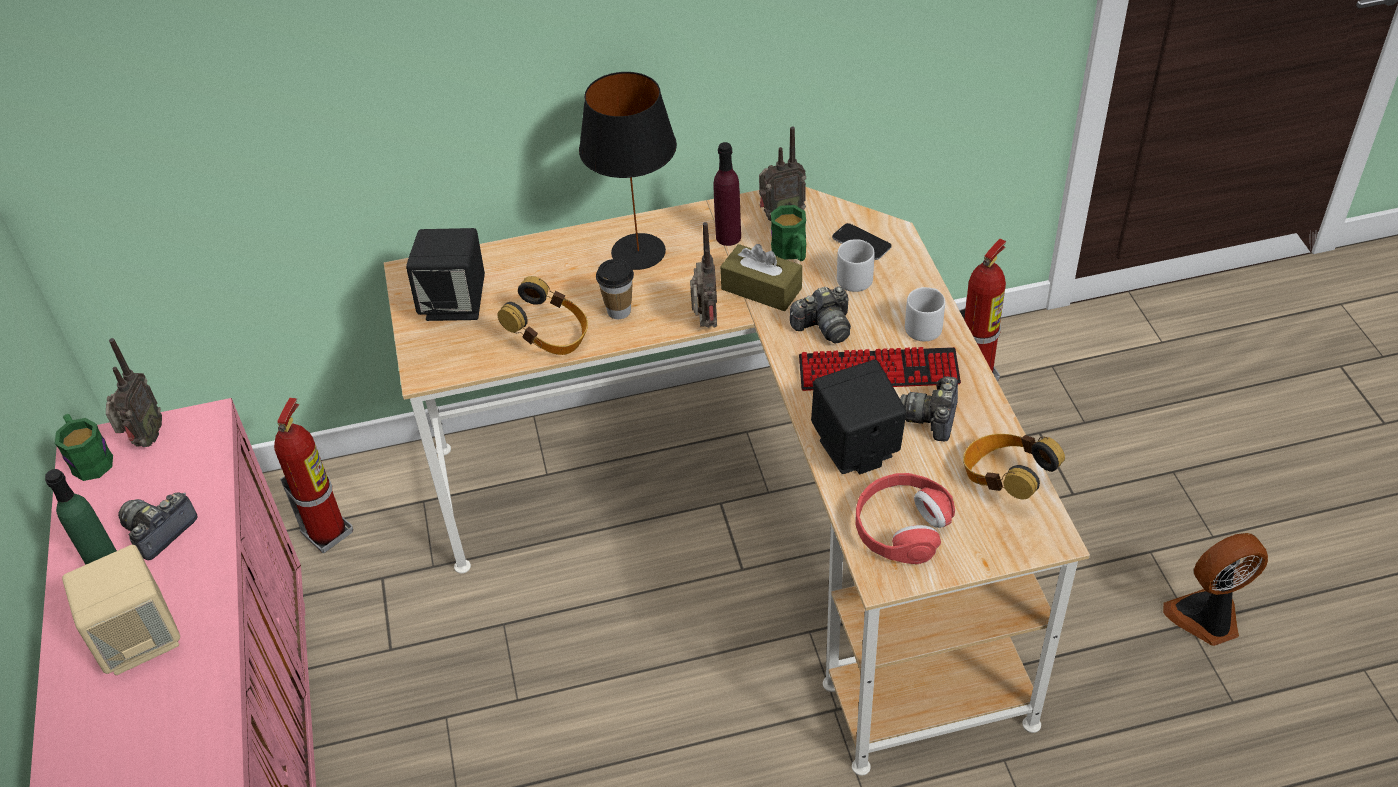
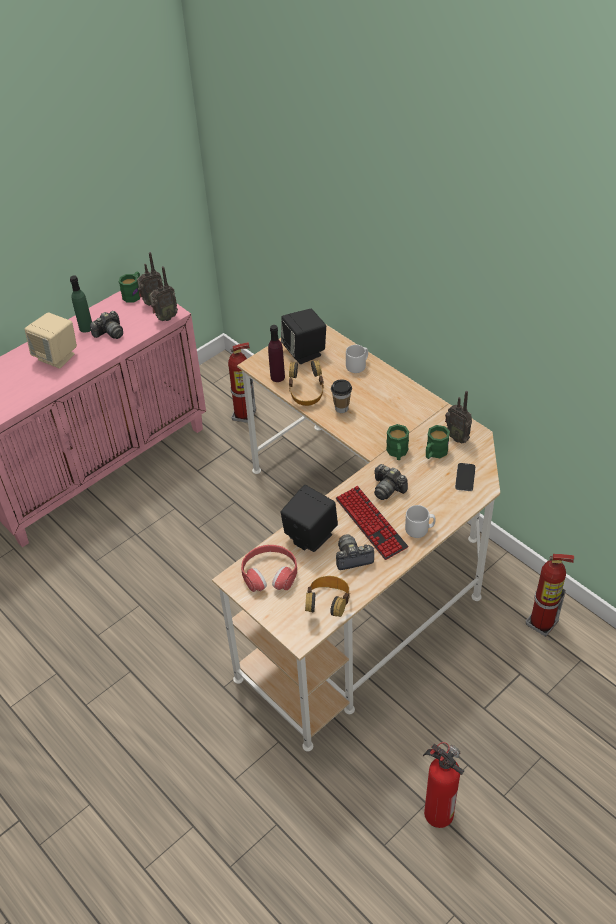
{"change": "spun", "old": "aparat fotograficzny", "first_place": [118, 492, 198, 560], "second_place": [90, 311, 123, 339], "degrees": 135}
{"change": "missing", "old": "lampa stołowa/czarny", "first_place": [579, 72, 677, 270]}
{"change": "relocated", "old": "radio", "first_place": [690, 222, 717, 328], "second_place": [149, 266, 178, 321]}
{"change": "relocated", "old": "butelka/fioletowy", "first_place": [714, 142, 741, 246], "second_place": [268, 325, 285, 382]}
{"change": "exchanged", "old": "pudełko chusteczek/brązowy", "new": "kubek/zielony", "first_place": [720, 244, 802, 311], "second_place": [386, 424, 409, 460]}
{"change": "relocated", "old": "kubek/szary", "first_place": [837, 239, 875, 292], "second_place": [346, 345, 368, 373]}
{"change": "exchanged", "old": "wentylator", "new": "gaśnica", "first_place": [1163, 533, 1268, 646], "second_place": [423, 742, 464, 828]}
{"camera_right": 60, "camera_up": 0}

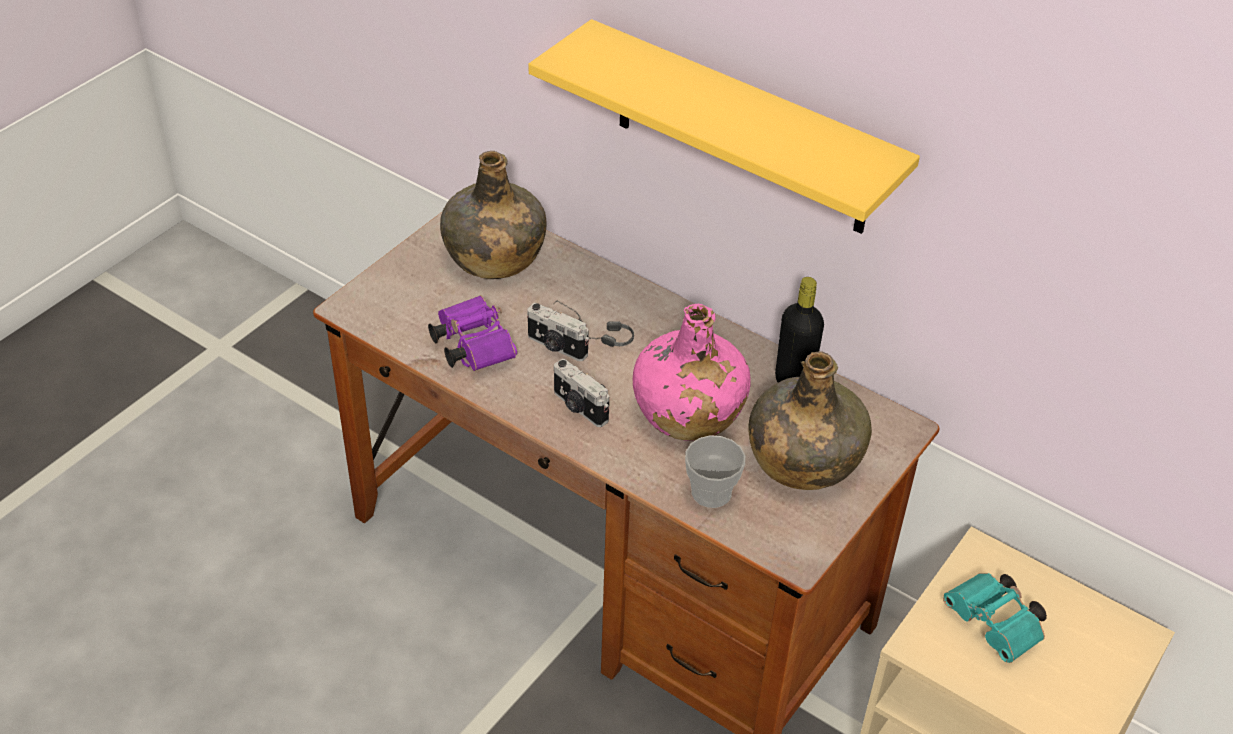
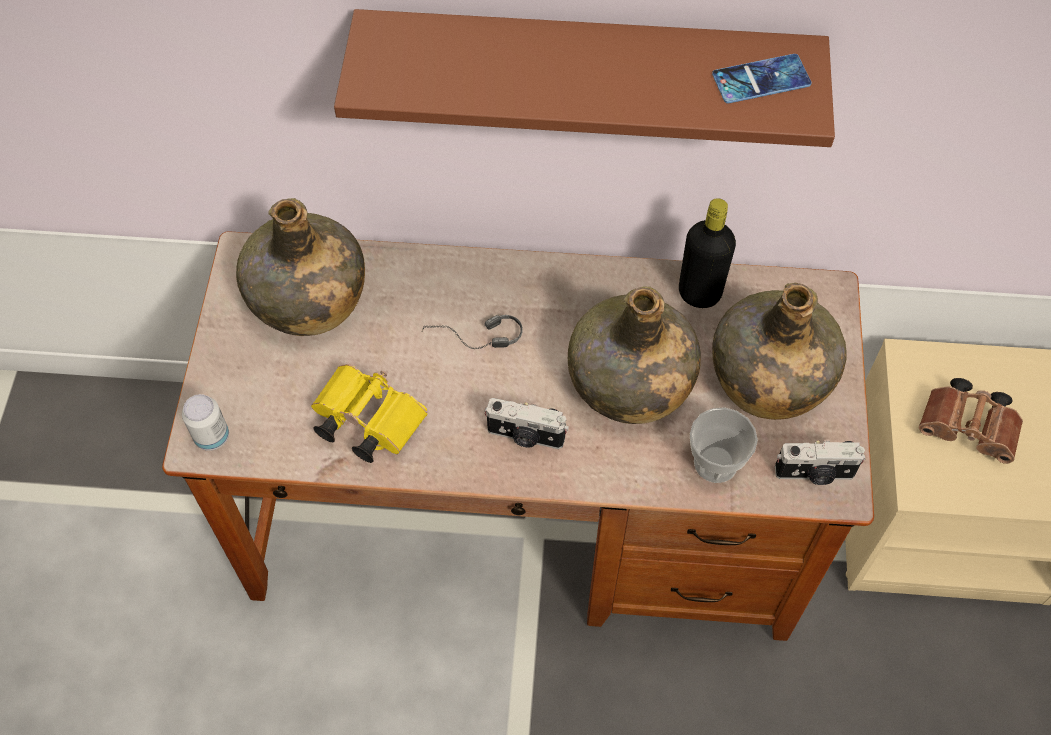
{"change": "colour", "old": "lornetka/fioletowy", "new": "lornetka/żółty", "first_place": [428, 295, 517, 371], "second_place": [311, 364, 427, 463]}
{"change": "relocated", "old": "aparat fotograficzny", "first_place": [527, 303, 589, 361], "second_place": [775, 440, 865, 485]}
{"change": "colour", "old": "półka/żółty", "new": "półka/brązowy", "first_place": [529, 19, 920, 234], "second_place": [334, 9, 835, 147]}
{"change": "colour", "old": "butelka/różowy", "new": "butelka/zielony", "first_place": [633, 304, 751, 441], "second_place": [568, 286, 701, 424]}
{"change": "colour", "old": "lornetka/turkusowy", "new": "lornetka/brązowy", "first_place": [943, 573, 1047, 663], "second_place": [919, 378, 1023, 464]}
{"change": "appeared", "new": "puszka", "second_place": [182, 394, 229, 451]}
{"change": "appeared", "new": "telefon", "second_place": [712, 54, 812, 103]}
{"camera_right": -30, "camera_up": 15}

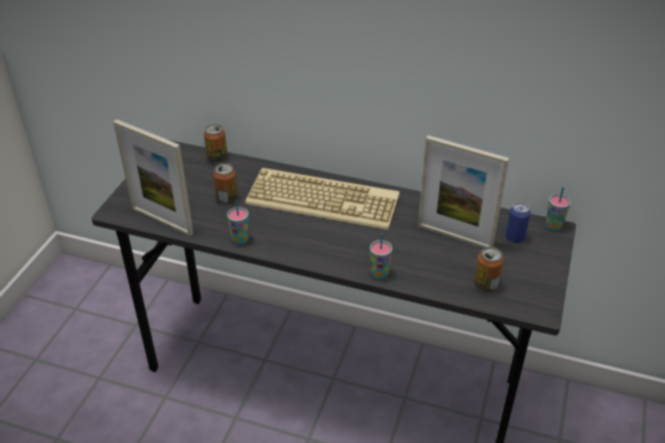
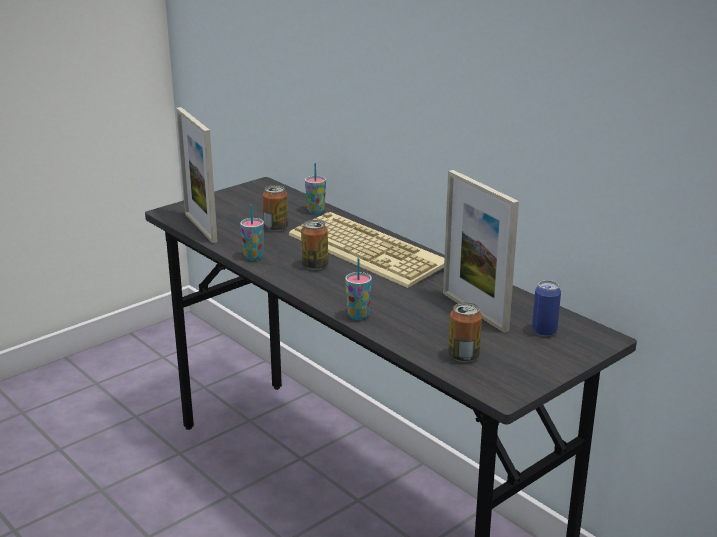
{"change": "relocated", "old": "puszka", "first_place": [204, 124, 228, 163], "second_place": [301, 220, 328, 270]}
{"change": "relocated", "old": "filiżanka", "first_place": [546, 187, 571, 231], "second_place": [305, 163, 326, 214]}
{"camera_right": 30, "camera_up": -15}

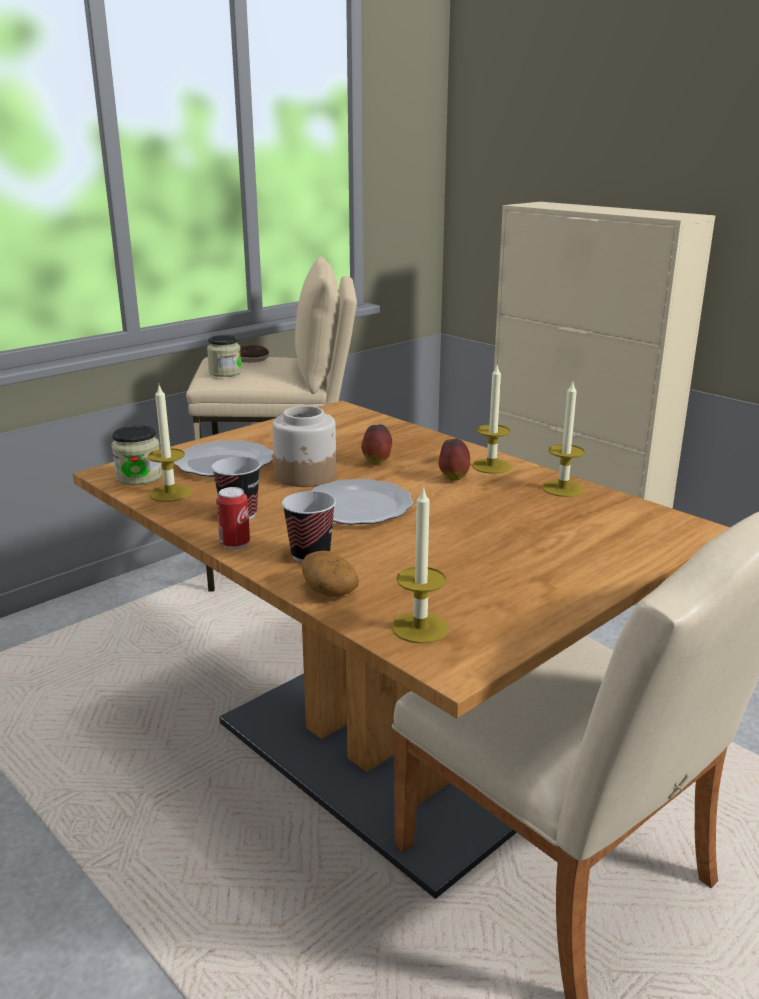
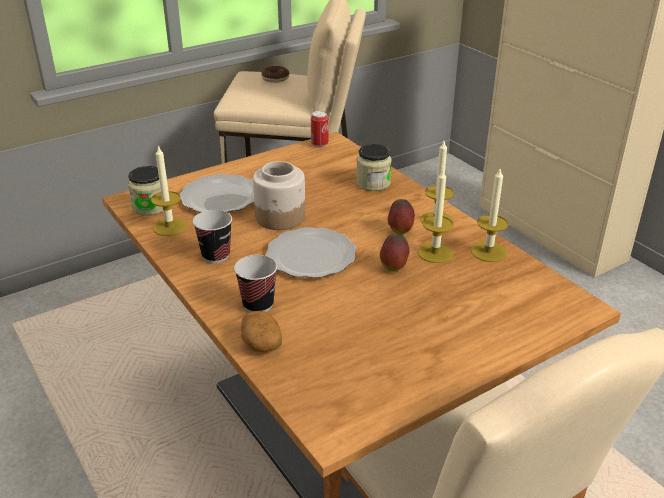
{"change": "relocated", "old": "słoik", "first_place": [207, 335, 242, 377], "second_place": [356, 144, 392, 191]}
{"change": "relocated", "old": "puszka", "first_place": [216, 487, 250, 549], "second_place": [311, 111, 329, 148]}
{"change": "relocated", "old": "jabłko", "first_place": [361, 424, 392, 465], "second_place": [380, 234, 409, 272]}
{"change": "relocated", "old": "świeca", "first_place": [392, 485, 449, 644], "second_place": [418, 170, 454, 263]}
{"camera_right": 10, "camera_up": 10}

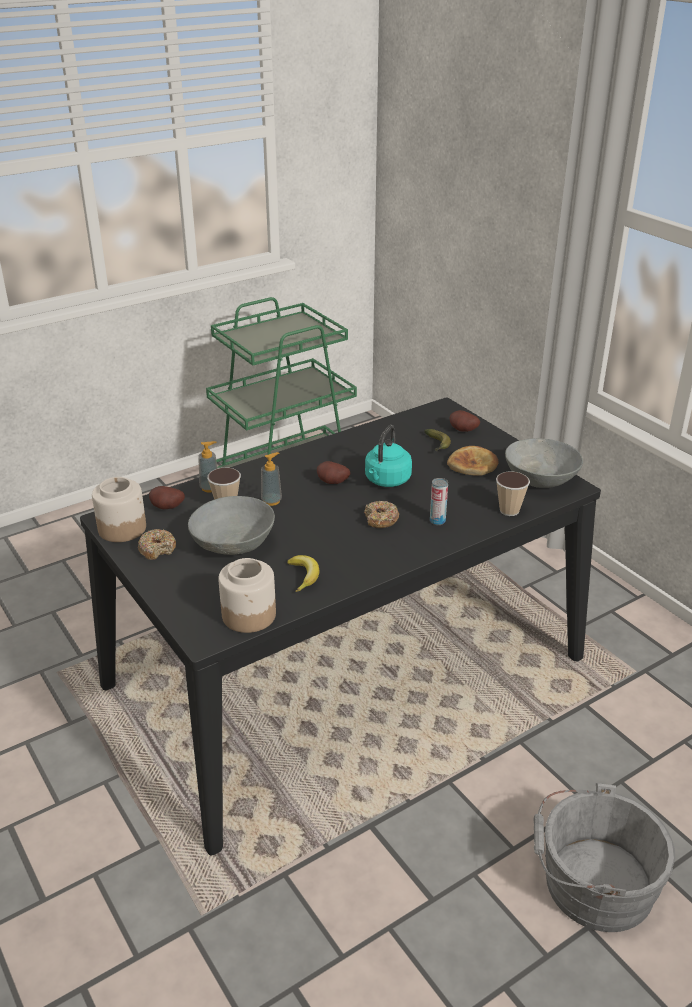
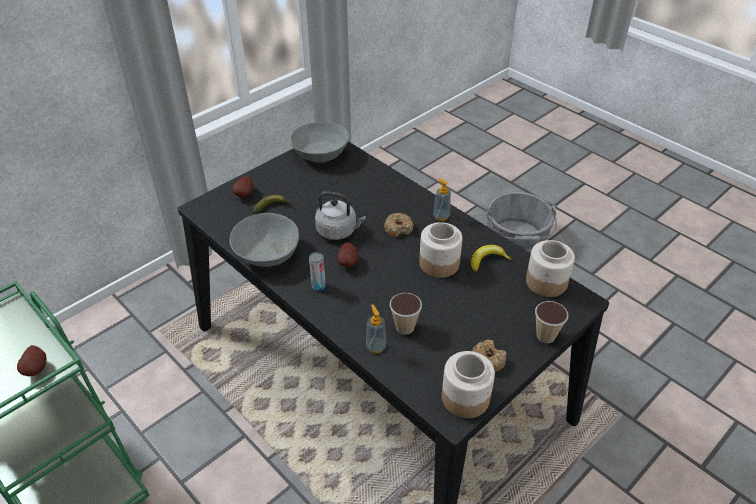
{"change": "relocated", "old": "ziemniak", "first_place": [149, 486, 185, 509], "second_place": [17, 345, 47, 376]}
{"change": "relocated", "old": "miska/szary", "first_place": [188, 496, 275, 555], "second_place": [229, 213, 299, 267]}
{"change": "relocated", "old": "dozownik mydła", "first_place": [261, 452, 282, 506], "second_place": [433, 178, 451, 221]}
{"change": "colour", "old": "czajnik/turkusowy", "new": "czajnik/szary", "first_place": [365, 425, 412, 487], "second_place": [315, 191, 366, 240]}
{"change": "relocated", "old": "puszka", "first_place": [430, 478, 448, 525], "second_place": [309, 252, 326, 291]}
{"change": "missing", "old": "chleb", "first_place": [447, 446, 498, 476]}
{"change": "relocated", "old": "filiżanka", "first_place": [496, 472, 530, 516], "second_place": [535, 301, 568, 343]}
{"change": "appeared", "new": "słoik", "second_place": [419, 222, 462, 278]}
{"camera_right": -100, "camera_up": 10}

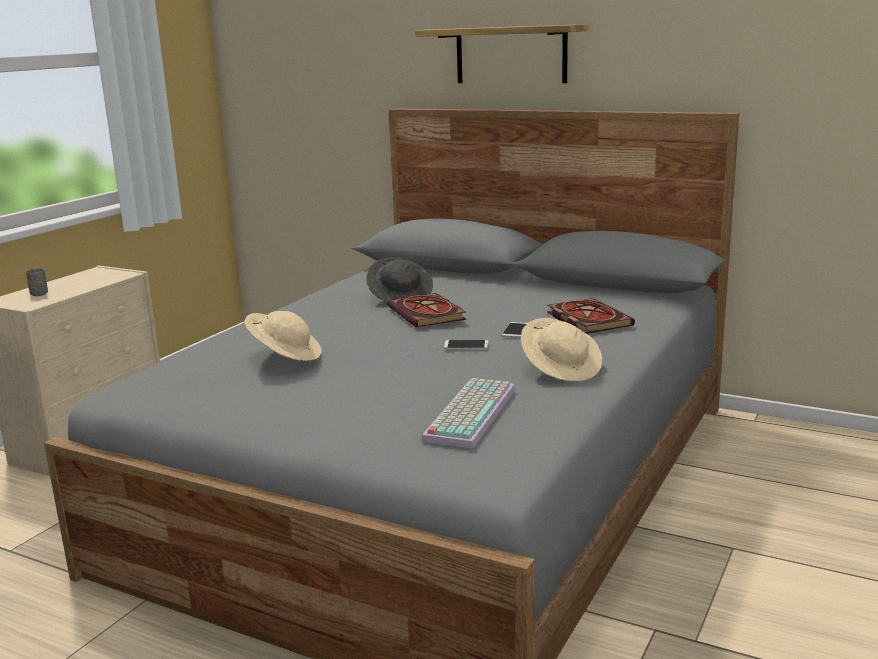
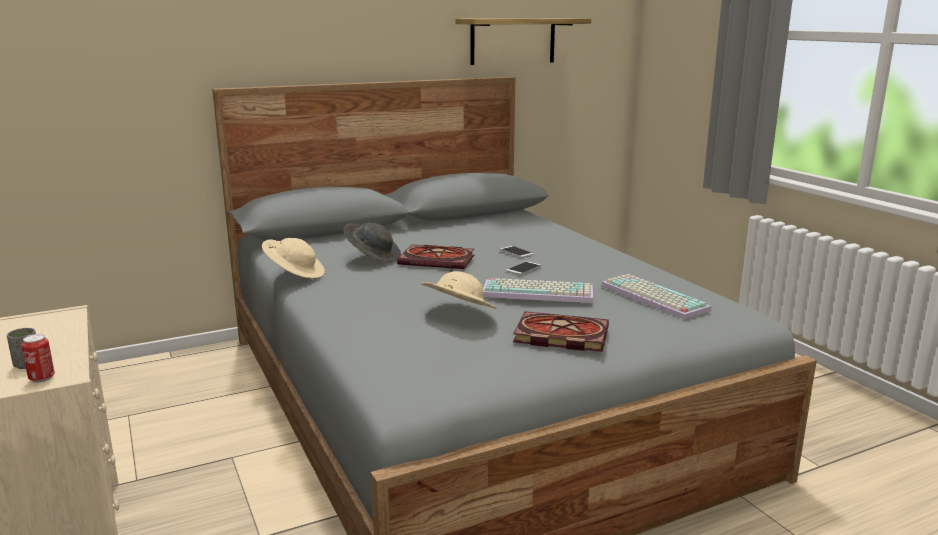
{"change": "relocated", "old": "półka", "first_place": [415, 24, 588, 83], "second_place": [455, 18, 591, 65]}
{"change": "relocated", "old": "kapelusz/beżowy", "first_place": [521, 318, 602, 381], "second_place": [262, 238, 325, 279]}
{"change": "relocated", "old": "książka", "first_place": [547, 298, 635, 334], "second_place": [513, 311, 609, 352]}
{"change": "appeared", "new": "puszka", "second_place": [21, 334, 55, 383]}
{"change": "appeared", "new": "klawiatura", "second_place": [483, 278, 593, 303]}
{"camera_right": -55, "camera_up": 0}

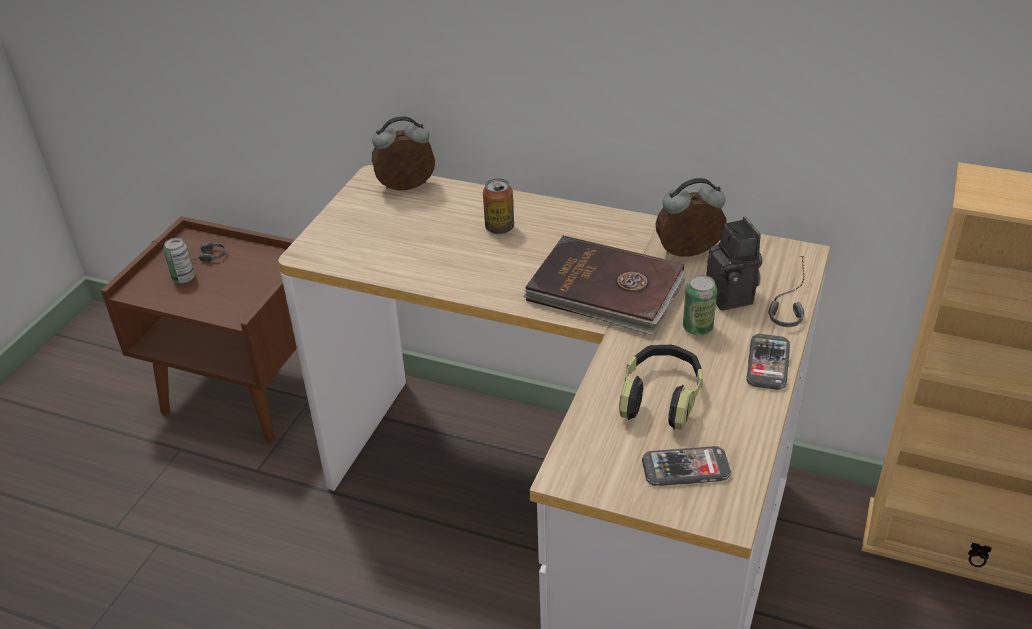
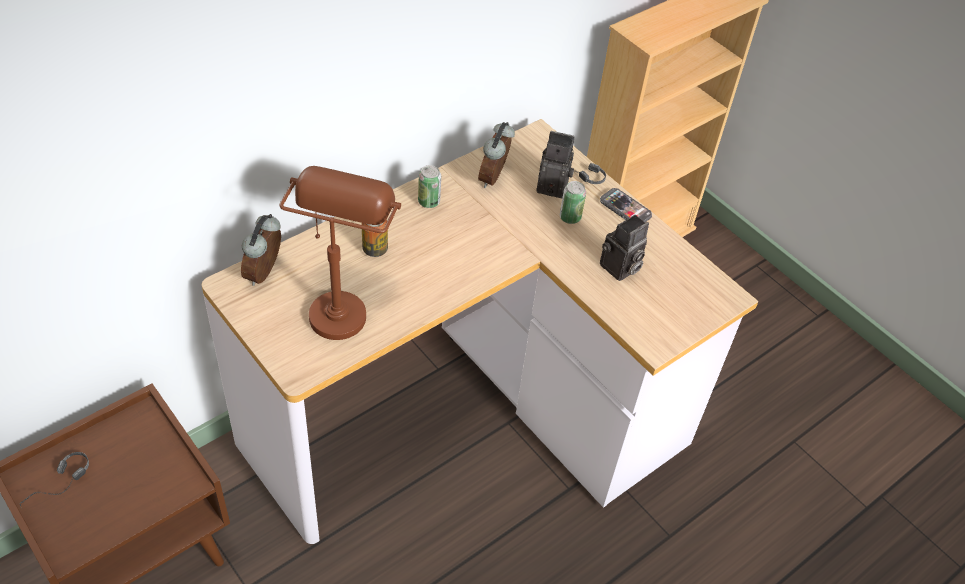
{"change": "relocated", "old": "puszka", "first_place": [163, 238, 195, 284], "second_place": [418, 165, 441, 208]}
{"change": "missing", "old": "książka/brązowy", "first_place": [523, 236, 686, 335]}
{"change": "exchanged", "old": "słuchawki", "new": "aparat fotograficzny", "first_place": [619, 345, 703, 430], "second_place": [600, 215, 649, 281]}
{"change": "missing", "old": "telefon", "first_place": [642, 446, 731, 486]}
{"change": "appeared", "new": "lampa stołowa/brązowy", "second_place": [279, 166, 401, 340]}
{"camera_right": -65, "camera_up": 10}

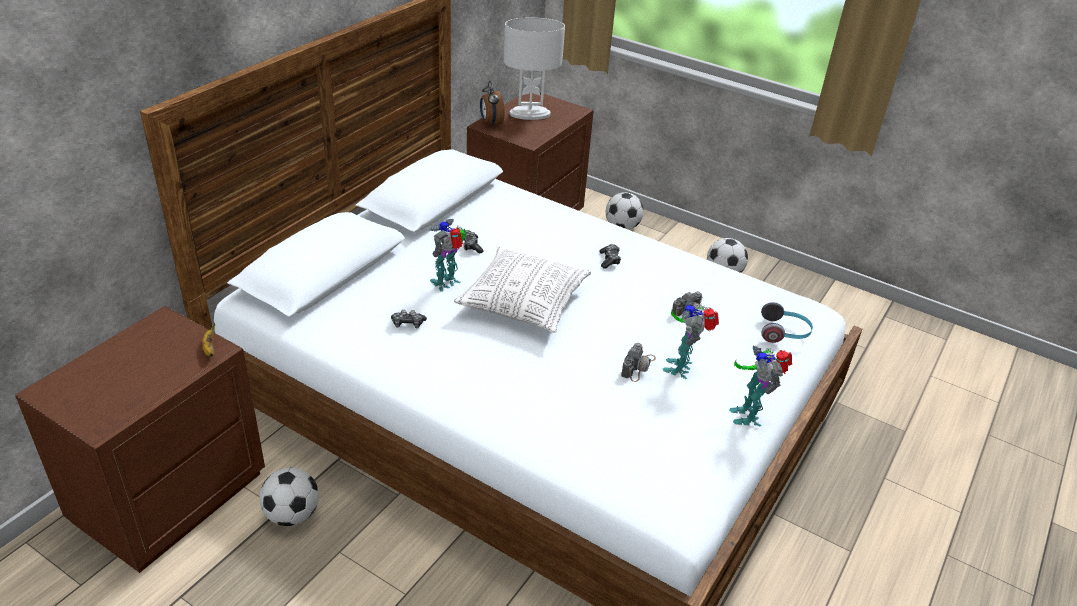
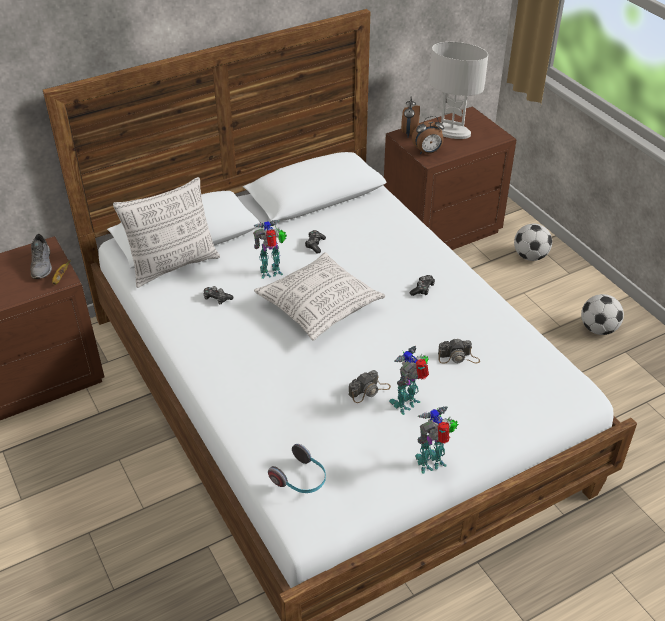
{"change": "missing", "old": "piłka futbolowa", "first_place": [259, 467, 319, 526]}
{"change": "spun", "old": "robot zabawkowy", "first_place": [729, 345, 792, 426], "second_place": [415, 407, 458, 474], "degrees": 45}
{"change": "relocated", "old": "słuchawki", "first_place": [761, 302, 813, 343], "second_place": [268, 444, 326, 493]}
{"change": "appeared", "new": "but/szary", "second_place": [30, 234, 52, 279]}
{"change": "appeared", "new": "poduszka", "second_place": [113, 177, 220, 288]}
{"change": "appeared", "new": "budzik", "second_place": [412, 116, 444, 154]}
{"camera_right": 30, "camera_up": 5}

